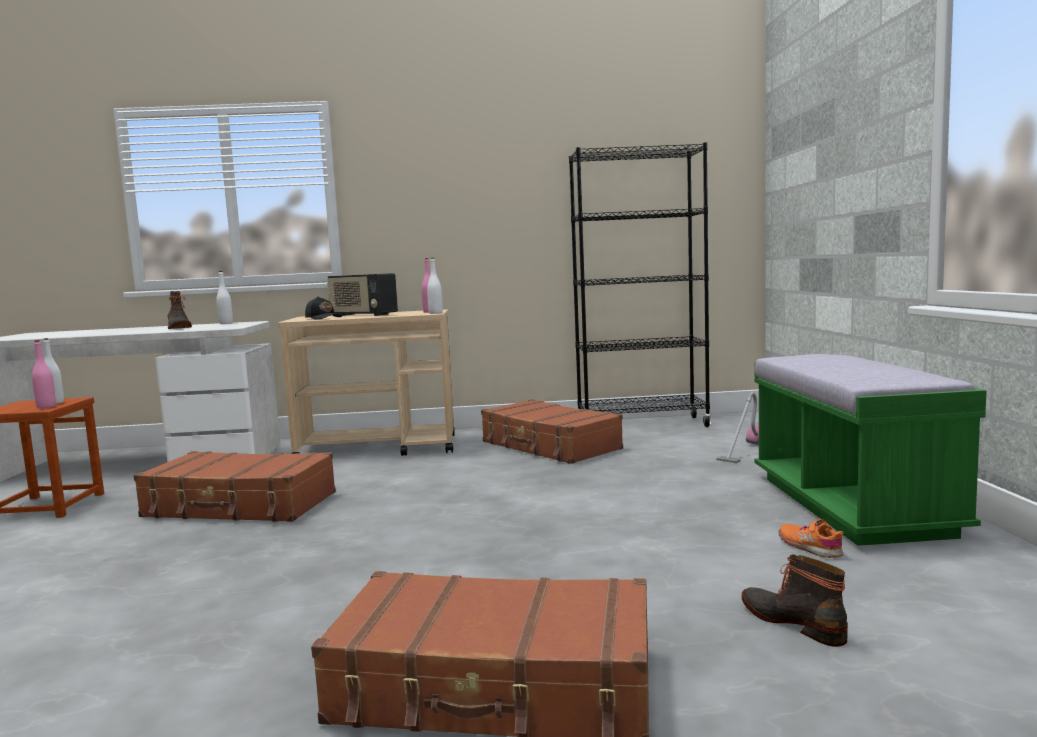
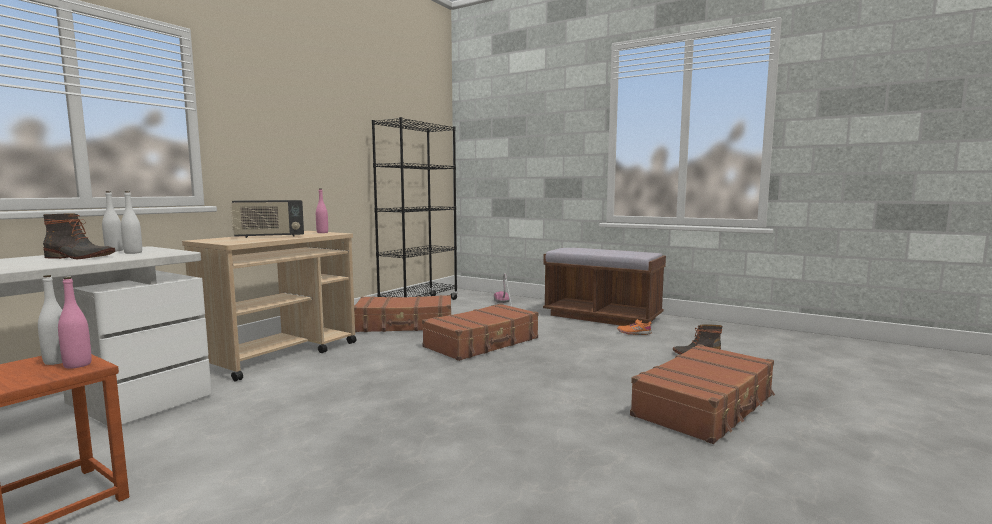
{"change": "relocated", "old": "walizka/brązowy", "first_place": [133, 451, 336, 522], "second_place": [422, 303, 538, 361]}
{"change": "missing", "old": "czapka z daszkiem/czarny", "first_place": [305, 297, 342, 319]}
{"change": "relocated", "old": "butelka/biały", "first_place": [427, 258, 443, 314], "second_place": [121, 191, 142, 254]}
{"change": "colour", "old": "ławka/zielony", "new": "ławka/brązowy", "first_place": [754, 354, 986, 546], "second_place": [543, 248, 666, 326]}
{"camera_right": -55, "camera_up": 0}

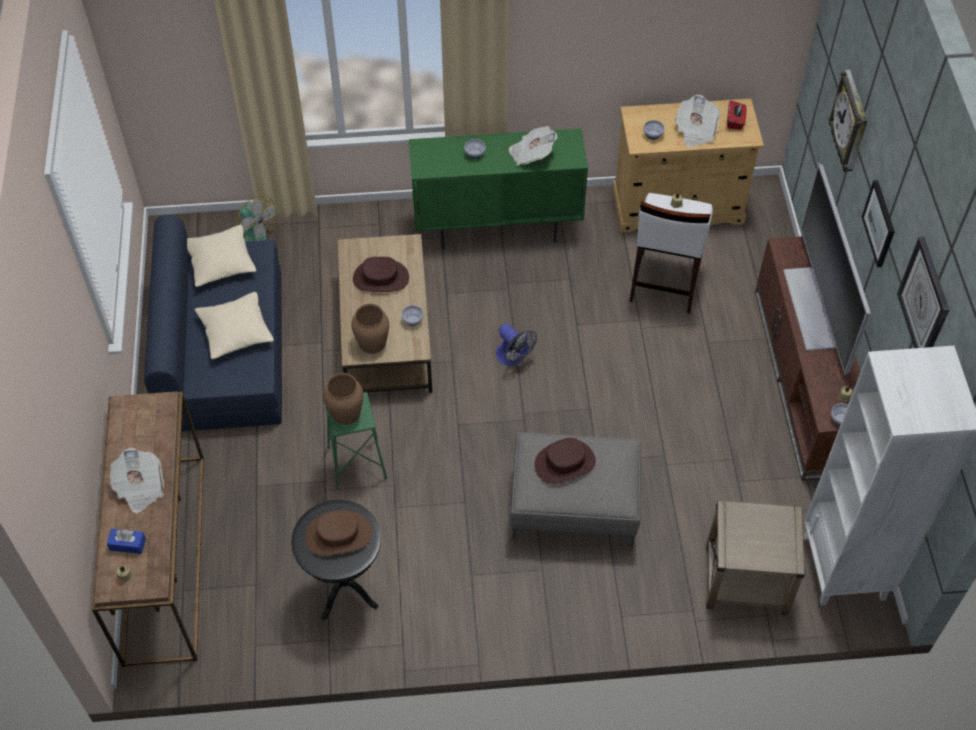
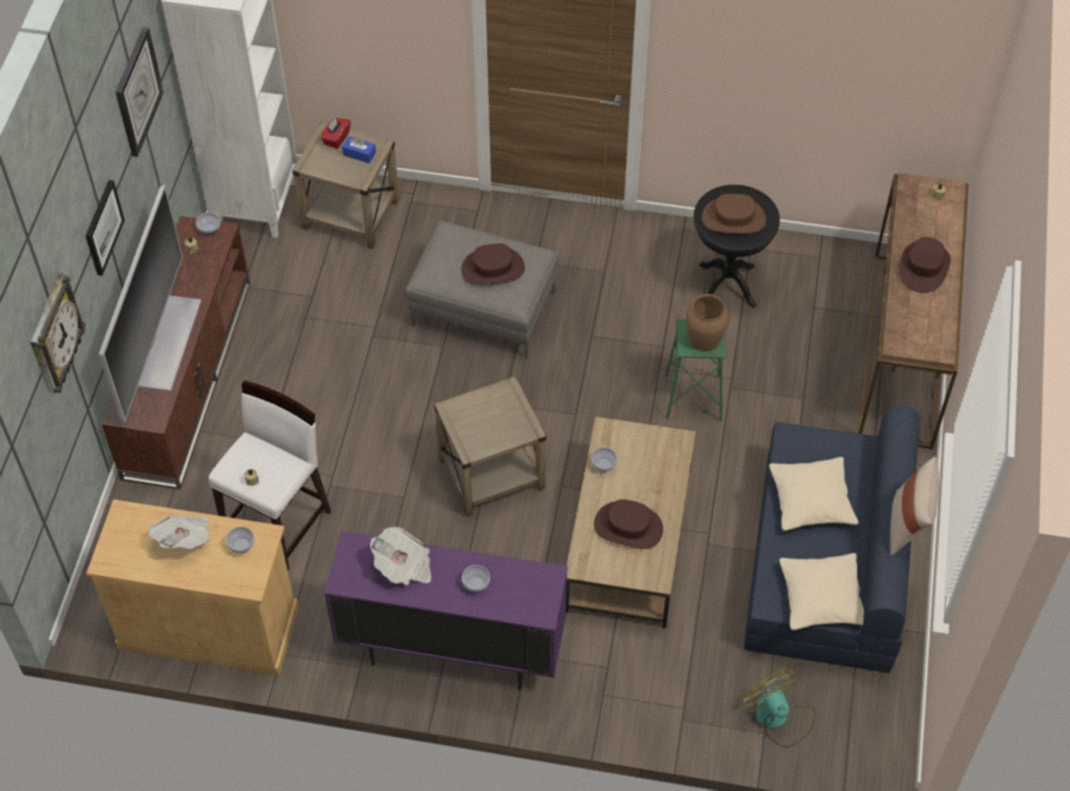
{"change": "relocated", "old": "pudełko chusteczek/niebieski", "first_place": [107, 529, 146, 554], "second_place": [342, 136, 376, 163]}
{"change": "exchanged", "old": "gazeta", "new": "kapelusz/brązowy", "first_place": [110, 447, 164, 513], "second_place": [899, 237, 951, 293]}
{"change": "missing", "old": "wazon/brązowy", "first_place": [351, 304, 389, 354]}
{"change": "colour", "old": "szafka/zielony", "new": "szafka/fioletowy", "first_place": [409, 128, 588, 250], "second_place": [324, 531, 568, 690]}
{"change": "exchanged", "old": "wentylator", "new": "stolik/beżowy", "first_place": [496, 324, 537, 366], "second_place": [434, 376, 546, 517]}
{"change": "relocated", "old": "pudełko chusteczek/czerwony", "first_place": [727, 100, 746, 130], "second_place": [320, 118, 351, 149]}
{"change": "appeared", "new": "poduszka/beżowy", "second_place": [890, 457, 939, 556]}
{"camera_right": -165, "camera_up": 0}

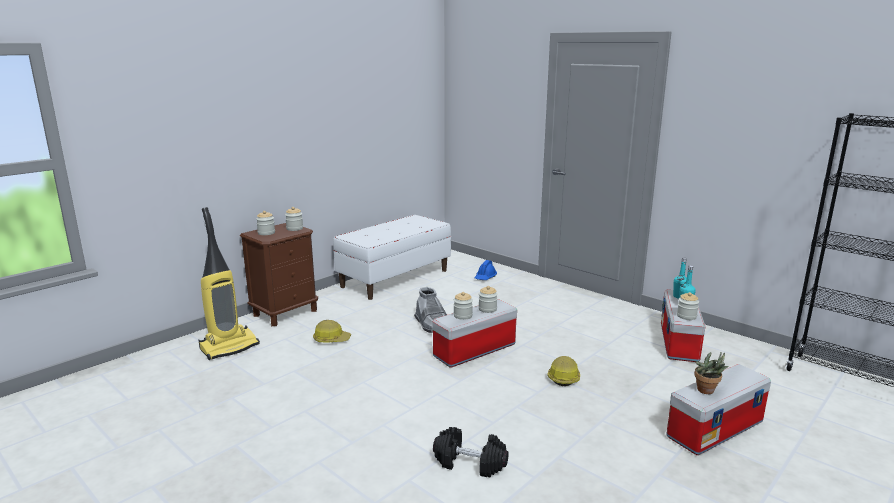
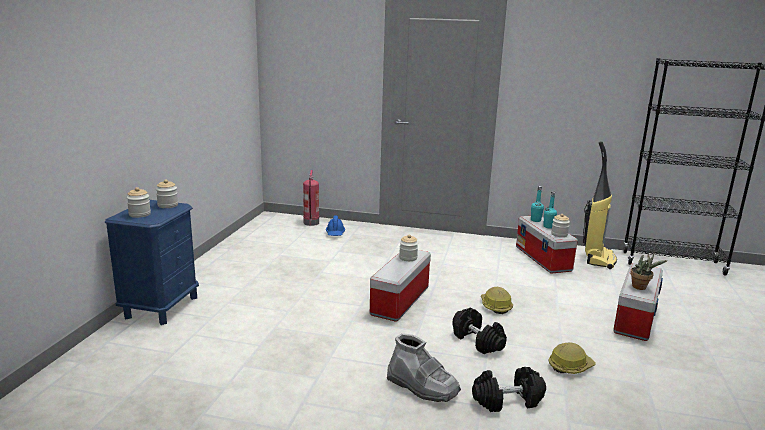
{"change": "relocated", "old": "odkurzacz", "first_place": [198, 207, 260, 360], "second_place": [583, 141, 617, 269]}
{"change": "colour", "old": "szafka nocna/brązowy", "new": "szafka nocna/niebieski", "first_place": [240, 223, 318, 326], "second_place": [105, 200, 199, 325]}
{"change": "relocated", "old": "kask", "first_place": [313, 320, 351, 343], "second_place": [549, 342, 596, 374]}
{"change": "missing", "old": "ławka/biały", "first_place": [333, 215, 451, 300]}
{"change": "relocated", "old": "but z cholewką/szary", "first_place": [414, 287, 447, 333], "second_place": [387, 333, 461, 402]}
{"change": "missing", "old": "słoik", "first_place": [454, 292, 473, 320]}
{"change": "appeared", "new": "gaśnica", "second_place": [303, 170, 319, 226]}
{"change": "appeared", "new": "hantel/czarny", "second_place": [452, 308, 507, 354]}
{"camera_right": -30, "camera_up": 0}

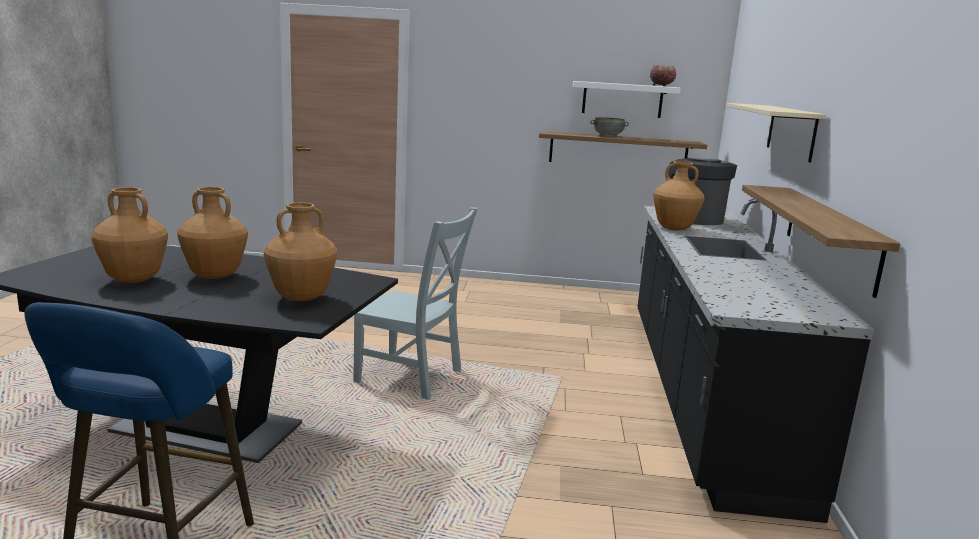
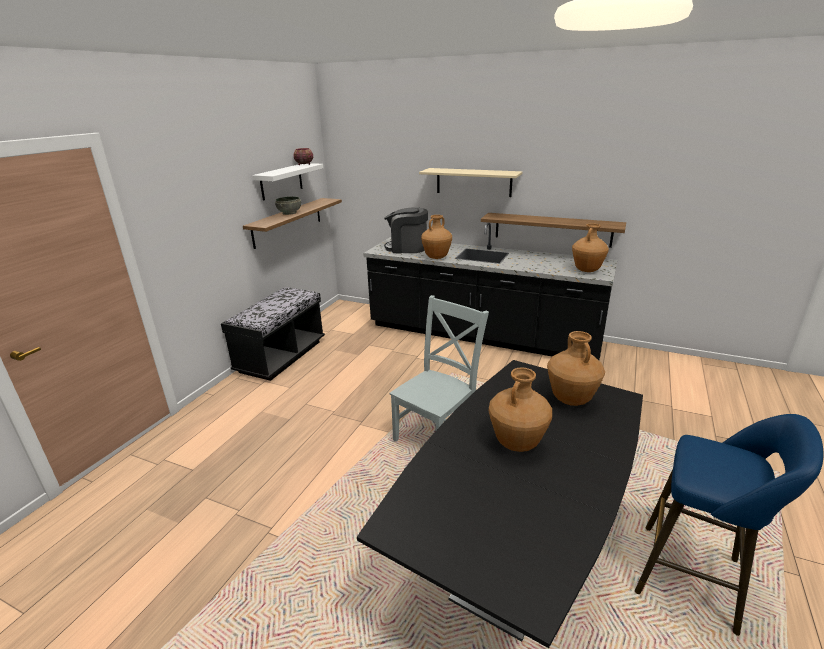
{"change": "relocated", "old": "wazon/brązowy", "first_place": [92, 187, 168, 283], "second_place": [572, 224, 609, 272]}
{"change": "appeared", "new": "ławka/czarny", "second_place": [221, 287, 325, 381]}
{"camera_right": -70, "camera_up": 10}

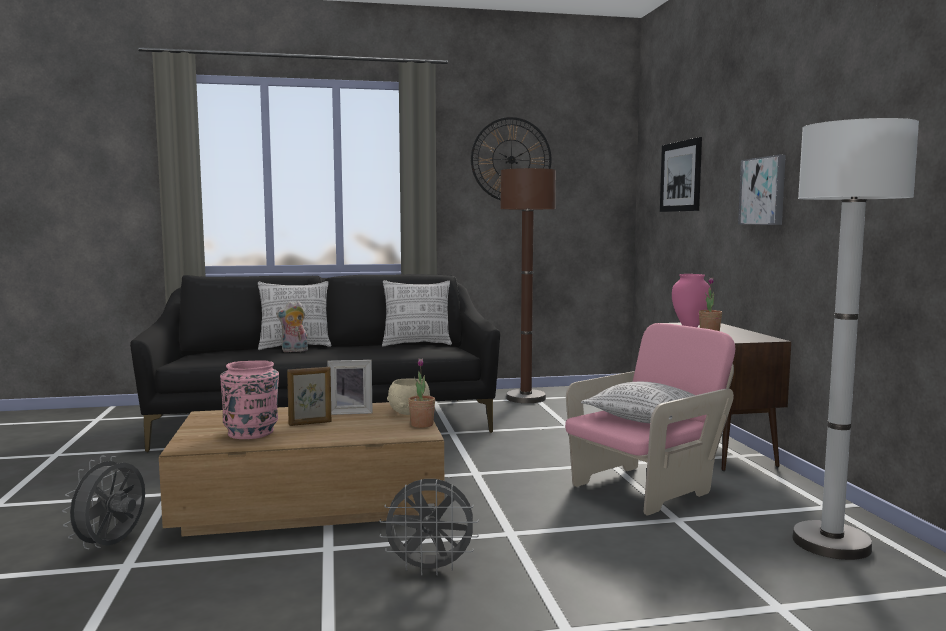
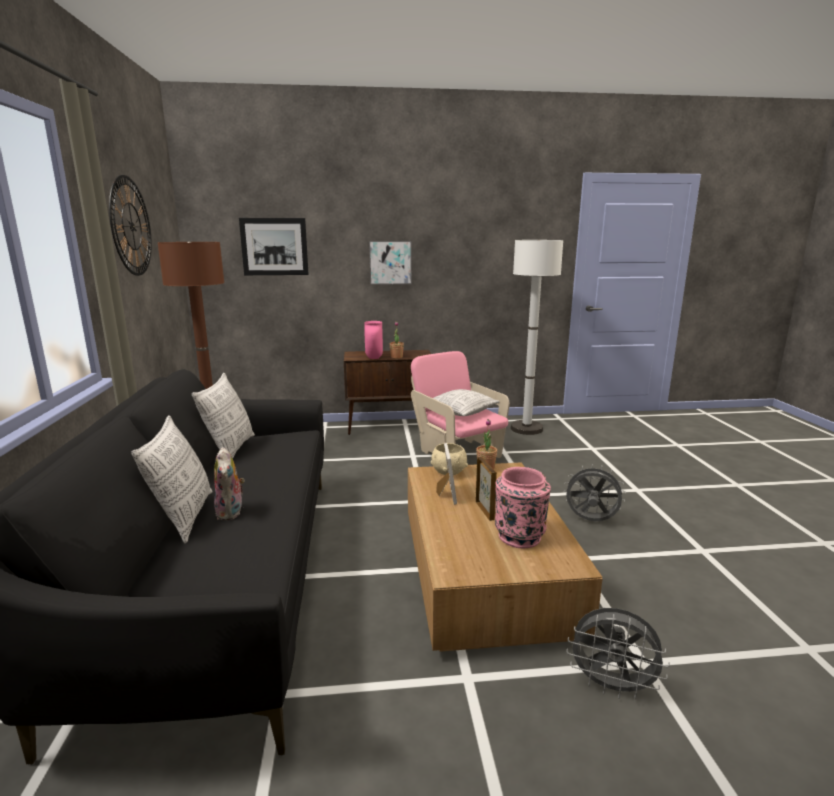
{"change": "spun", "old": "wentylator/szary", "first_place": [379, 479, 479, 576], "second_place": [564, 464, 626, 521], "degrees": -75}
{"camera_right": -85, "camera_up": 10}

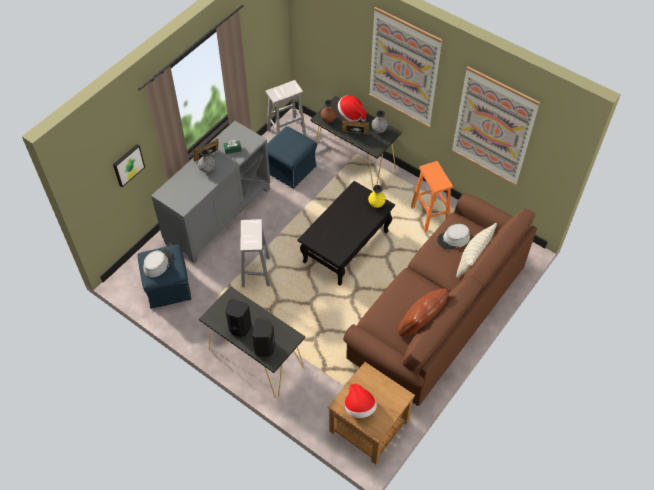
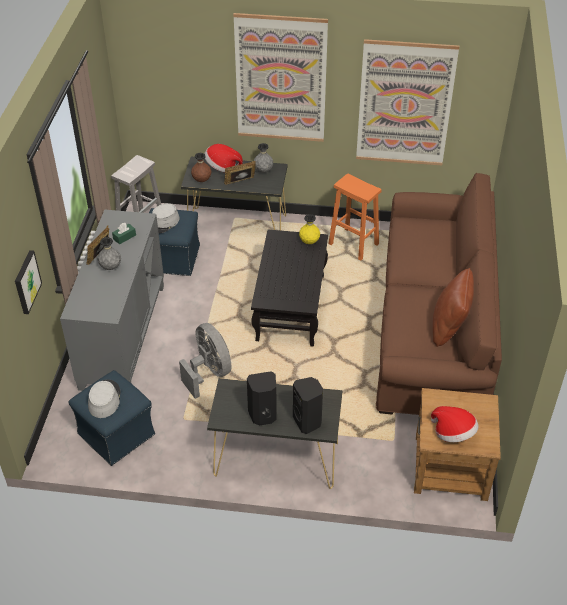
{"change": "exchanged", "old": "stołek/biały", "new": "wentylator/szary", "first_place": [240, 219, 270, 287], "second_place": [179, 323, 231, 399]}
{"change": "relocated", "old": "kapelusz/szary", "first_place": [437, 224, 470, 250], "second_place": [152, 203, 180, 233]}
{"change": "missing", "old": "poduszka", "first_place": [456, 223, 497, 278]}
{"camera_right": -30, "camera_up": -10}

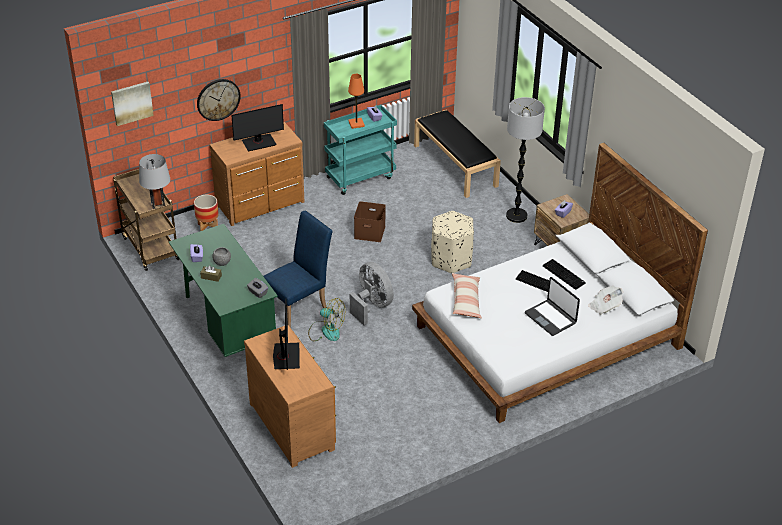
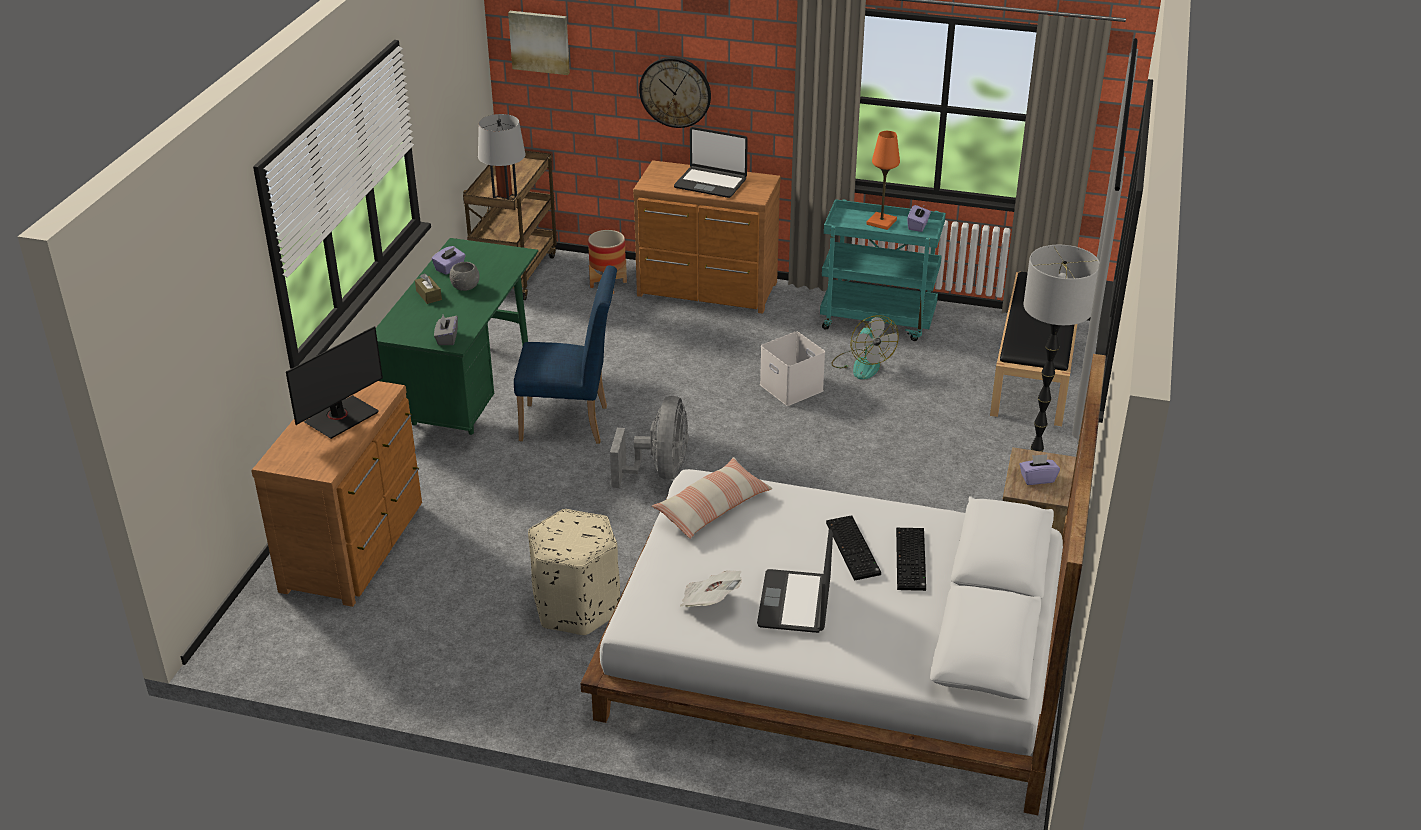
{"change": "exchanged", "old": "monitor", "new": "laptop", "first_place": [231, 104, 284, 151], "second_place": [674, 127, 748, 198]}
{"change": "relocated", "old": "wentylator", "first_place": [308, 298, 345, 341], "second_place": [831, 315, 899, 380]}
{"change": "colour", "old": "pojemnik do przechowywania/brązowy", "new": "pojemnik do przechowywania/biały", "first_place": [354, 201, 386, 242], "second_place": [760, 331, 825, 406]}
{"change": "relocated", "old": "pufa/beżowy", "first_place": [431, 211, 474, 274], "second_place": [528, 509, 620, 636]}
{"change": "relocated", "old": "gazeta", "first_place": [588, 286, 623, 315], "second_place": [680, 570, 742, 607]}
{"camera_right": 45, "camera_up": -5}

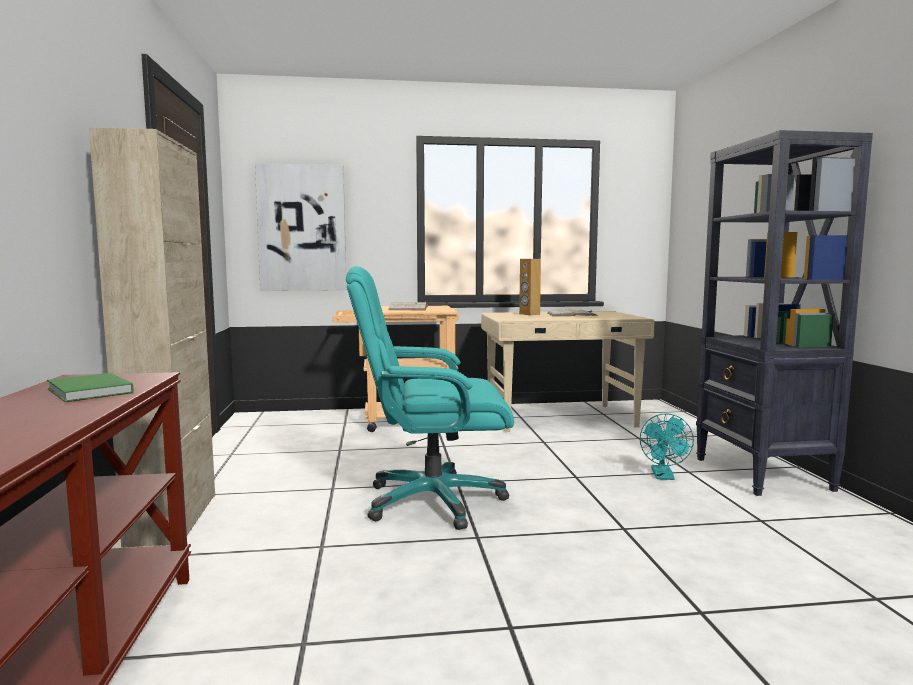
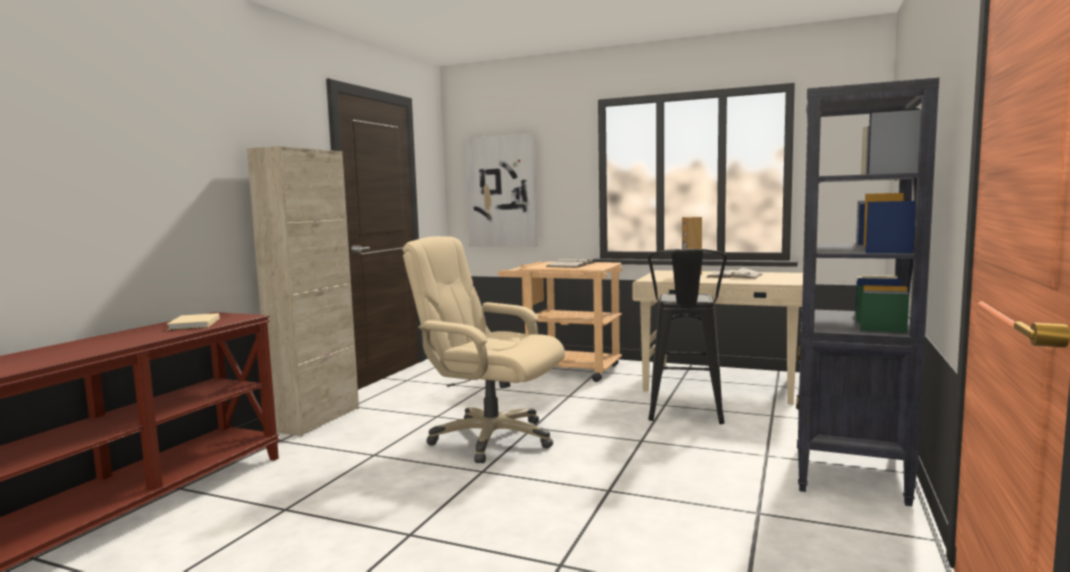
{"change": "colour", "old": "książka/zielony", "new": "książka/beżowy", "first_place": [47, 373, 134, 402], "second_place": [167, 313, 220, 330]}
{"change": "colour", "old": "krzesło biurowe/turkusowy", "new": "krzesło biurowe/beżowy", "first_place": [346, 266, 514, 530], "second_place": [402, 236, 565, 463]}
{"change": "missing", "old": "wentylator/turkusowy", "first_place": [640, 413, 694, 480]}
{"change": "appeared", "new": "stołek/czarny", "second_place": [648, 249, 727, 424]}
{"camera_right": 30, "camera_up": 0}

